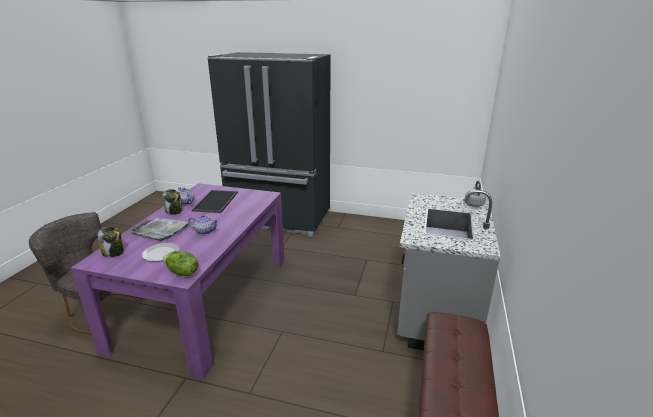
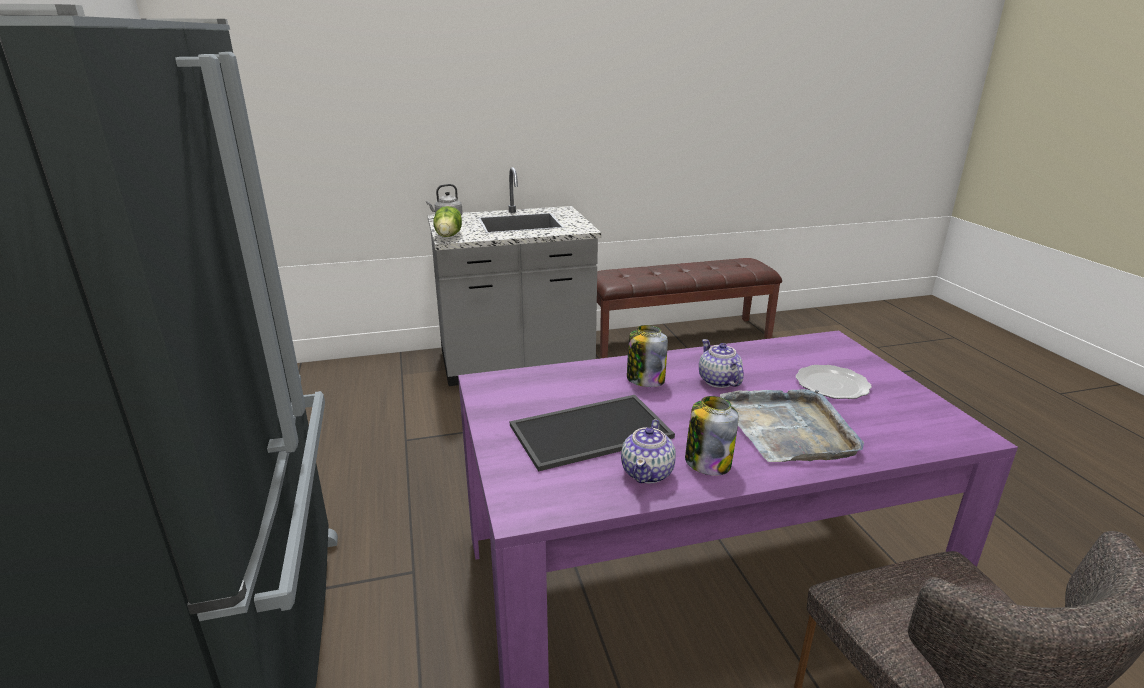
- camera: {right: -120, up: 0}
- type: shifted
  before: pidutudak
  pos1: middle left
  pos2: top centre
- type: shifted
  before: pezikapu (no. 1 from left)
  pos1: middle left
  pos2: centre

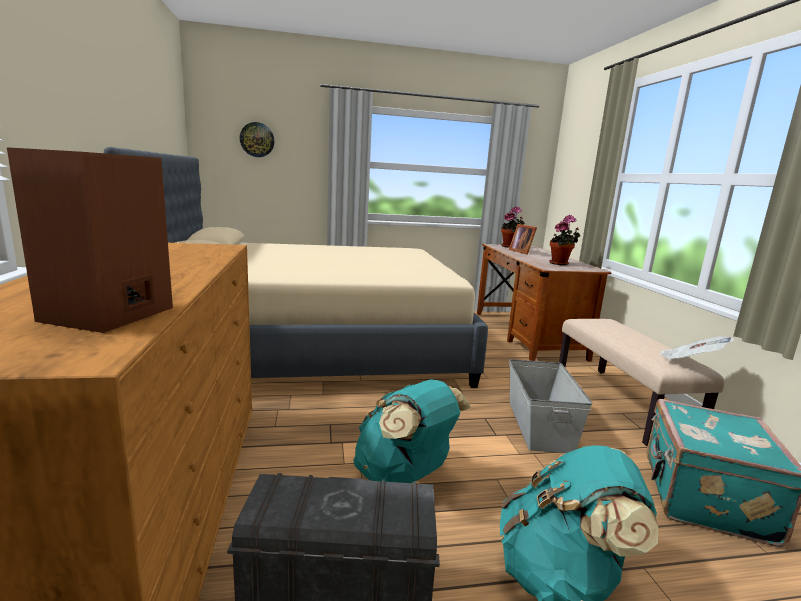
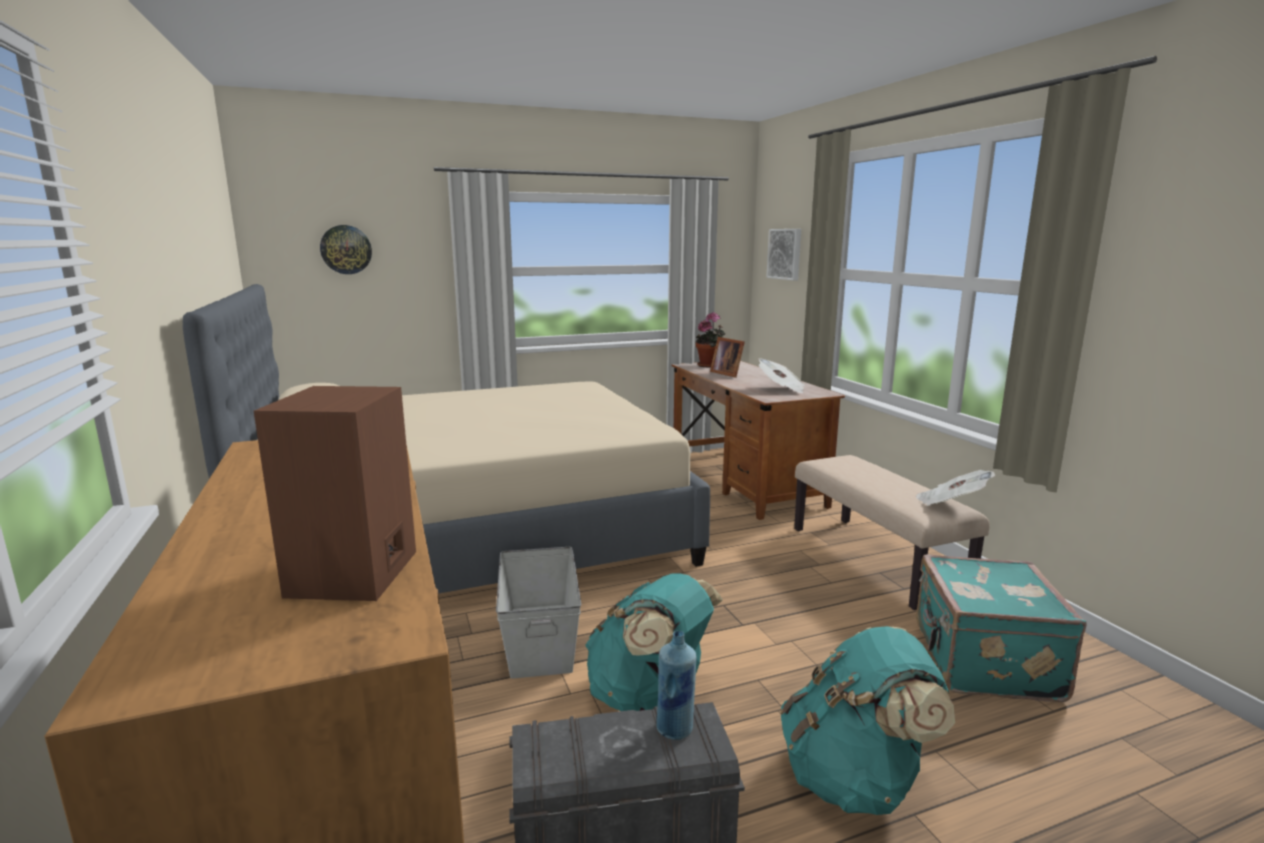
- camera: {right: -10, up: 0}
- type: shifted
  before: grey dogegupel (no. 2 from left in the first image)
  after: grey dogegupel (no. 1 from left)
  pos1: bottom right
  pos2: bottom centre
- type: new
  after: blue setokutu
  pos2: bottom centre
- type: swapped
  before: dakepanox (no. 2 from left)
  after: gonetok (no. 1 from left)
  pos1: middle right
  pos2: centre
- type: new
  after: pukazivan
  pos2: top centre

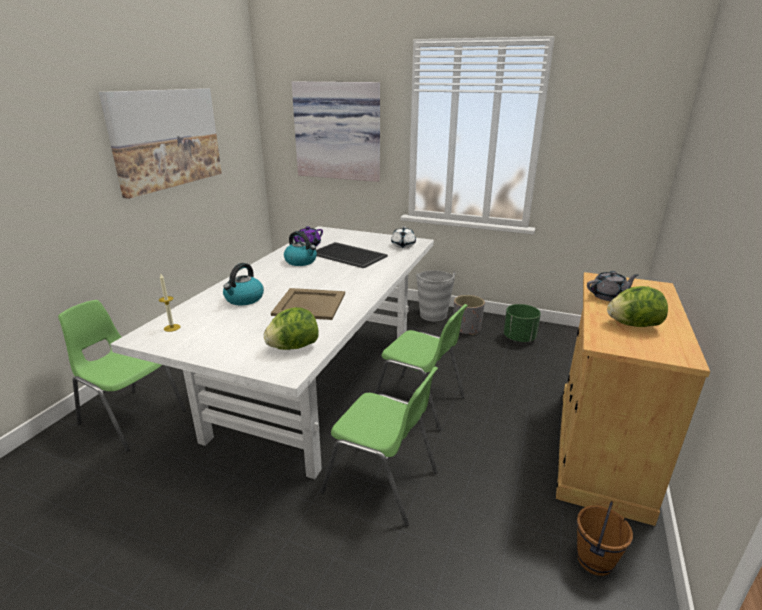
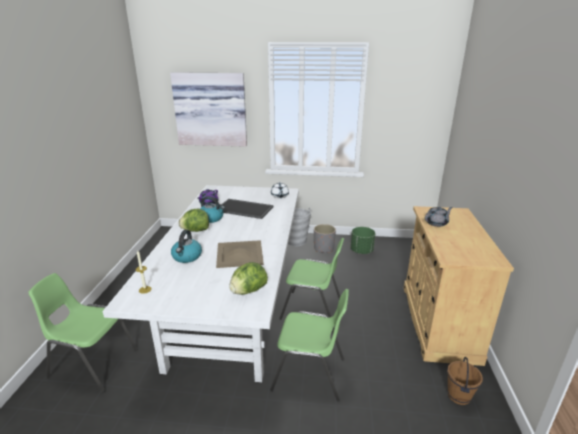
- camera: {right: -15, up: 0}
- type: shifted
  before: pidutudak (no. 2 from left in the first image)
  after: pidutudak (no. 1 from left)
  pos1: middle right
  pos2: centre
- type: gone
  before: pukazivan (no. 1 from left)
  pos1: top left

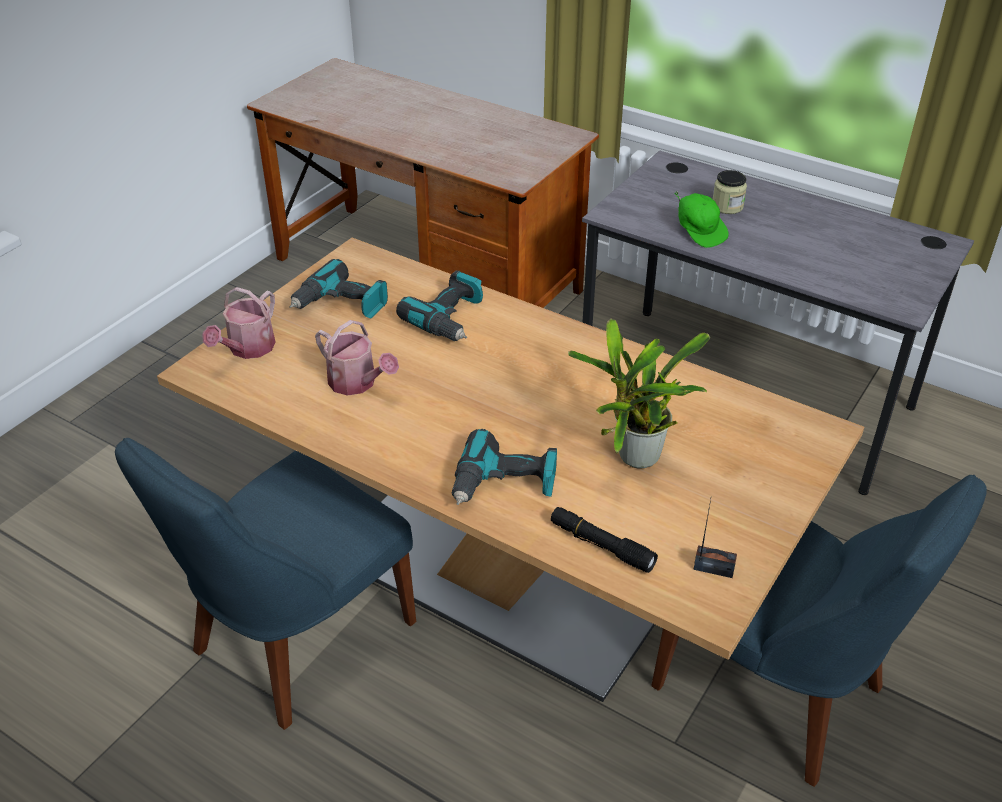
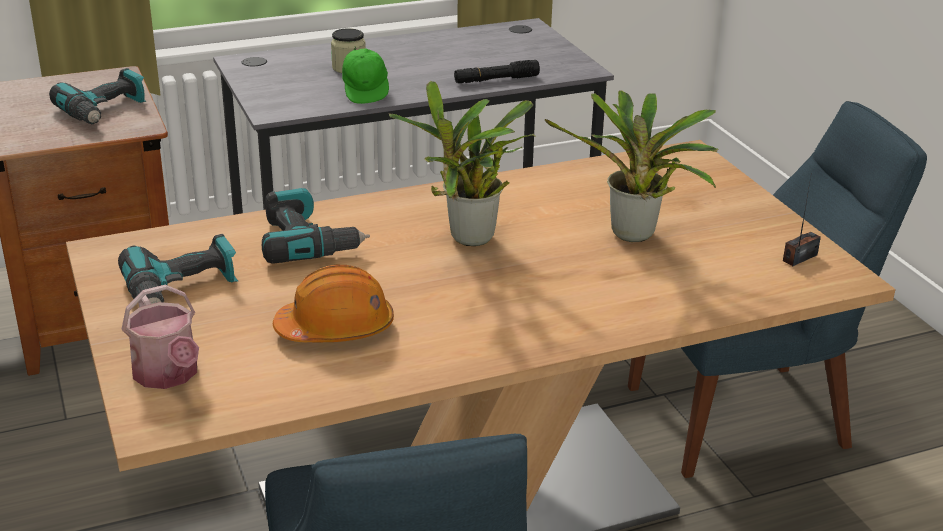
- camera: {right: -55, up: -10}
- type: shifted
  before: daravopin (no. 3 from left in the first image)
  after: daravopin (no. 1 from left)
  pos1: centre
  pos2: top left
- type: swapped
  before: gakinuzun (no. 2 from left)
  after: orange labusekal
  pos1: centre
  pos2: centre
- type: rotated
  before: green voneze
  pos1: top right
  pos2: top centre
  turn: 75
- type: new
  after: dakepanox (no. 1 from left)
  pos2: top centre
- type: shifted
  before: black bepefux
  pos1: bottom centre
  pos2: top centre

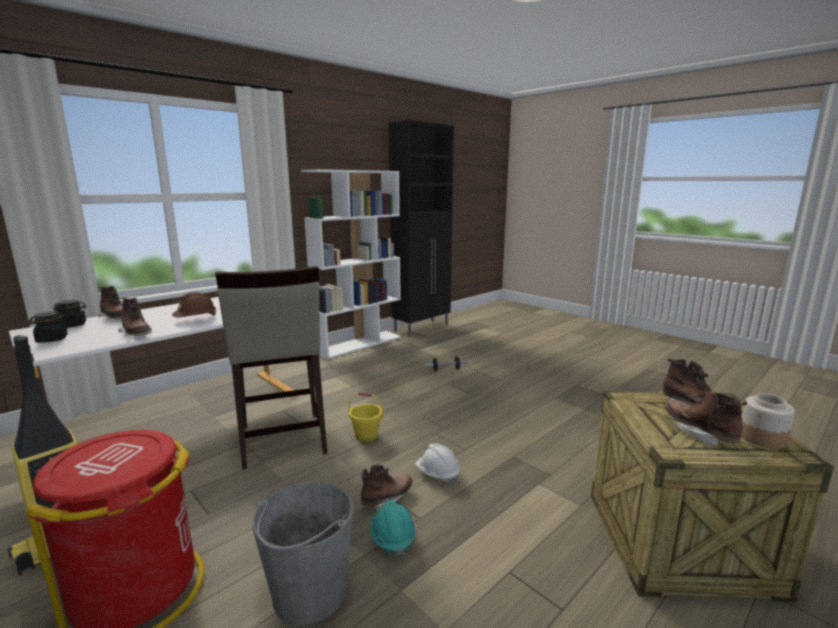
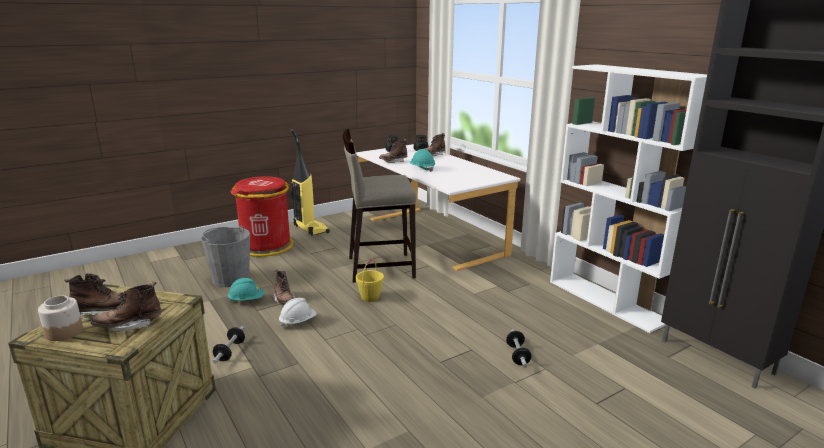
- camera: {right: 100, up: 5}
- type: new
  after: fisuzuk (no. 1 from left)
  pos2: bottom left
- type: repainted
  before: brown labusekal
  after: turquoise labusekal (no. 2 from left)
  pos1: middle left
  pos2: centre

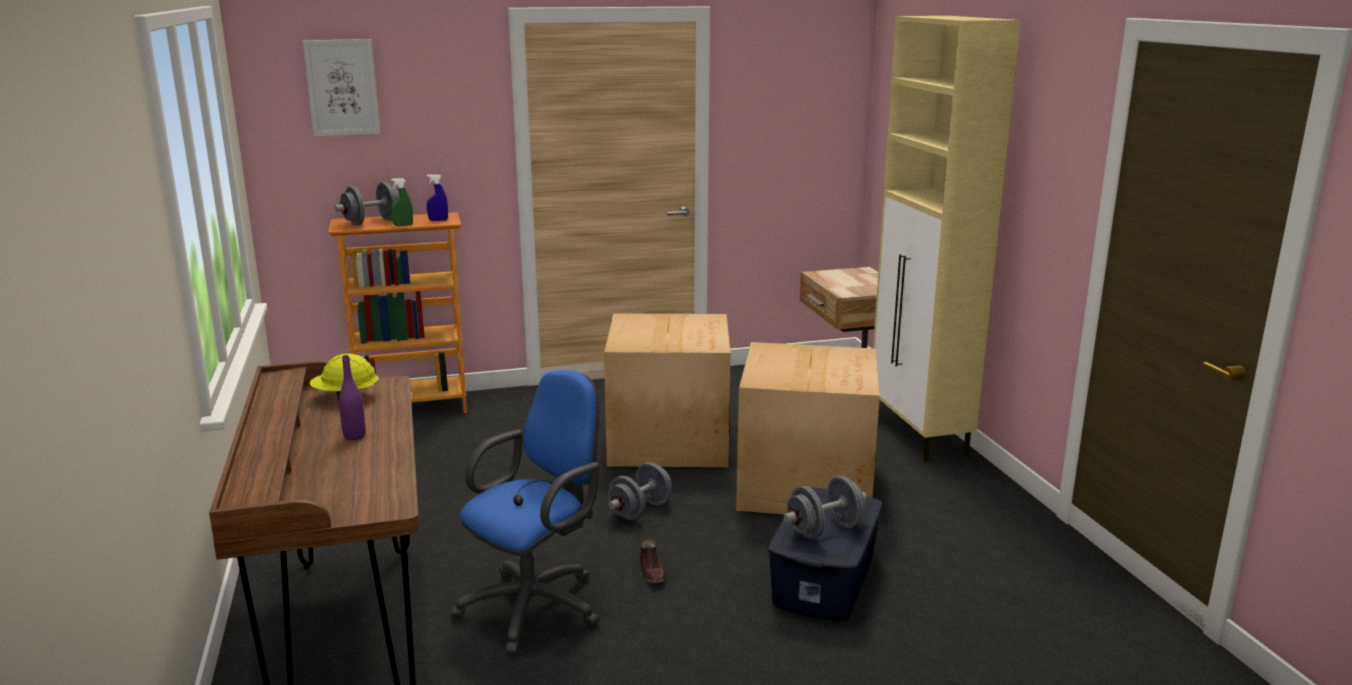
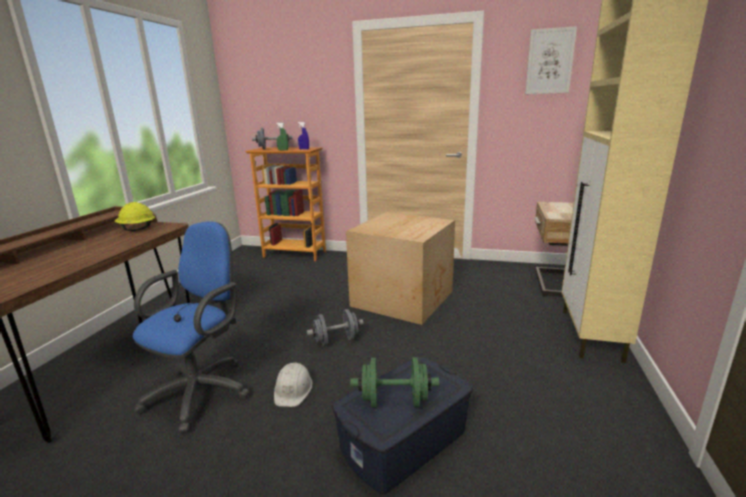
- camera: {right: 30, up: 0}
- type: rotated
  before: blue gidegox
  pos1: bottom centre
  pos2: middle left
  turn: -45
- type: swapped
  before: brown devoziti
  after: white labusekal
  pos1: bottom centre
  pos2: bottom centre
- type: repainted
  before: grey fisuzuk (no. 3 from left)
  after: green fisuzuk
  pos1: bottom centre
  pos2: bottom centre
- type: shifted
  before: pukazivan
  pos1: top left
  pos2: top right
- type: gone
  before: purple setokutu
  pos1: middle left
- type: gone
  before: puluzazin (no. 2 from left)
  pos1: centre

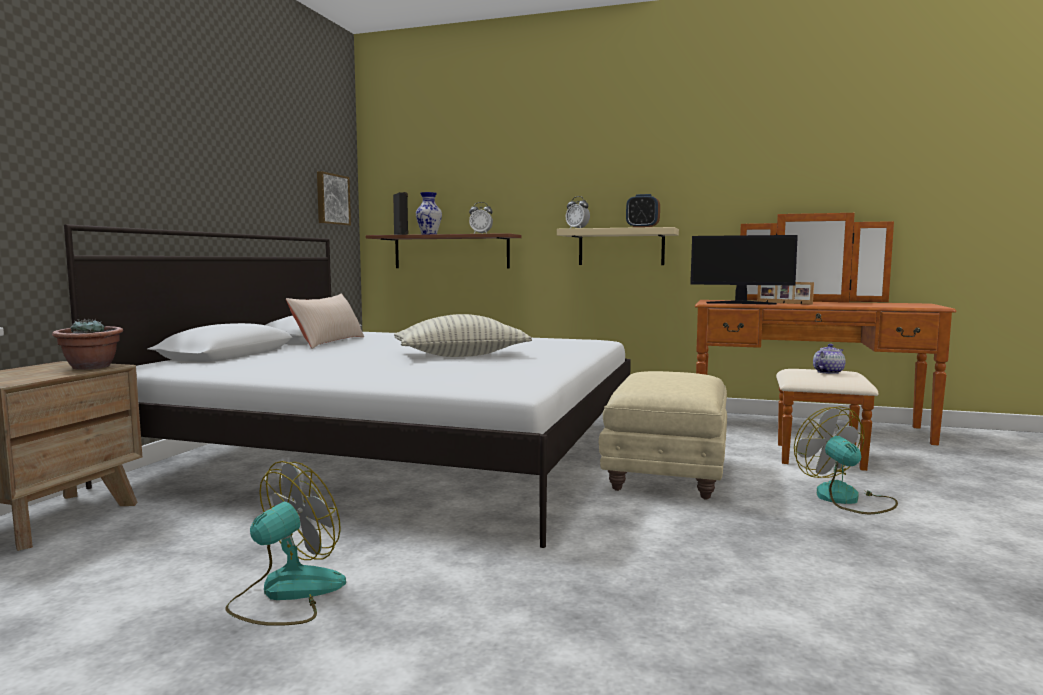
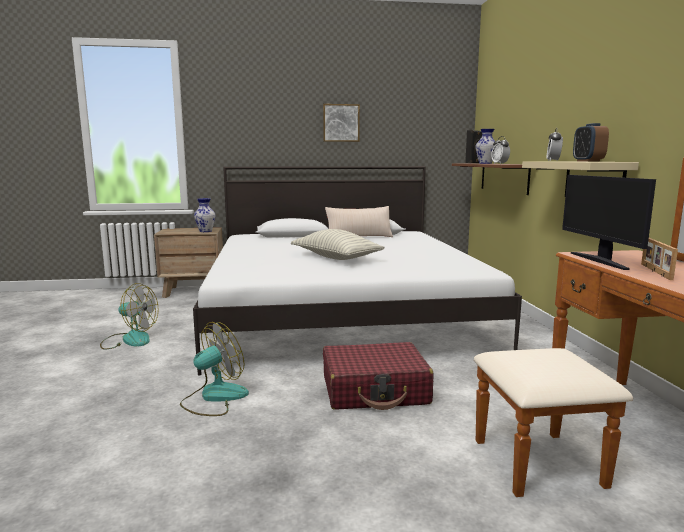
- camera: {right: 65, up: 5}
- type: shifted
  before: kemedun (no. 2 from left)
  pos1: middle right
  pos2: bottom left
- type: swapped
  before: dakepanox
  after: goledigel (no. 1 from left)
  pos1: middle left
  pos2: middle left
- type: shifted
  before: pukazivan
  pos1: top left
  pos2: top centre
- type: swapped
  before: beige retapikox
  after: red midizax
  pos1: centre
  pos2: bottom centre
- type: gone
  before: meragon
  pos1: middle right

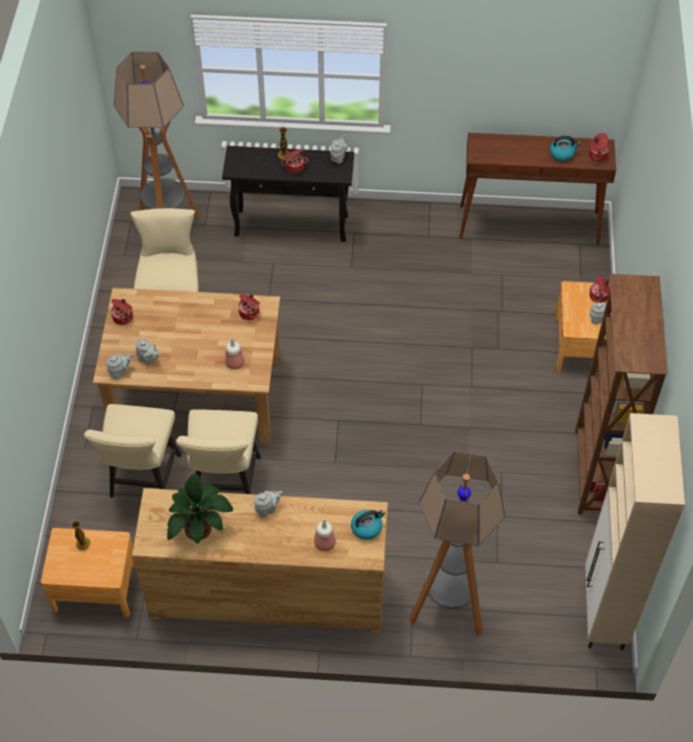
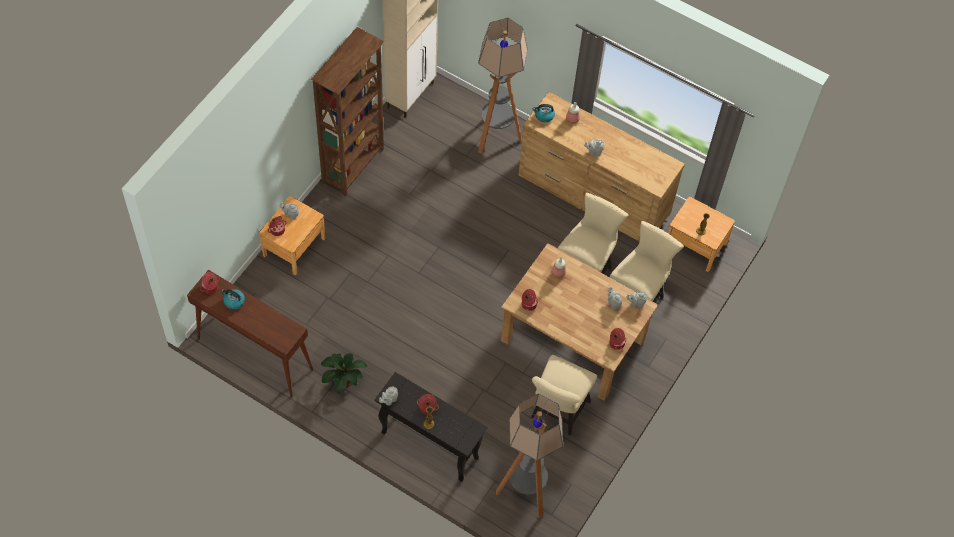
- camera: {right: -155, up: 5}
- type: shifted
  before: dakepanox
  pos1: bottom left
  pos2: bottom centre

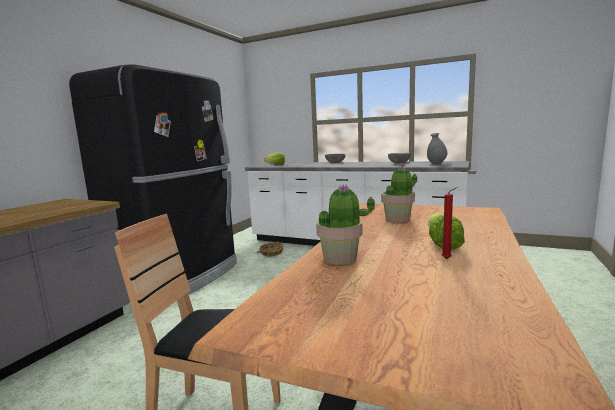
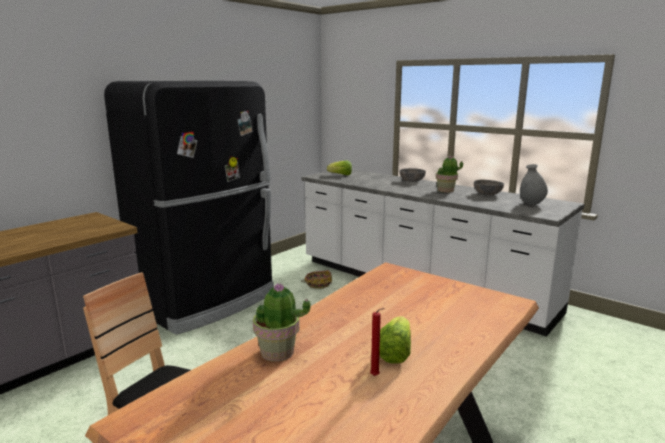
- camera: {right: 15, up: 5}
- type: shifted
  before: dakepanox (no. 2 from left)
  pos1: centre
  pos2: middle right

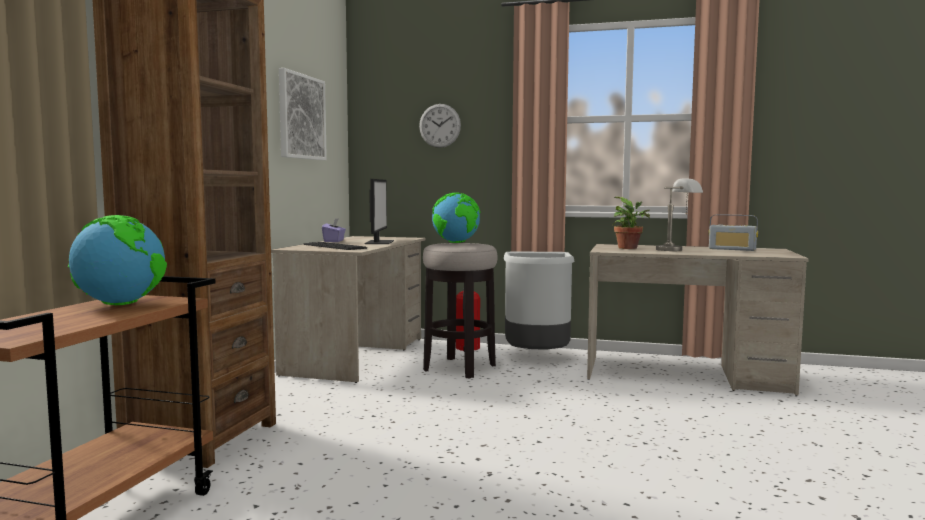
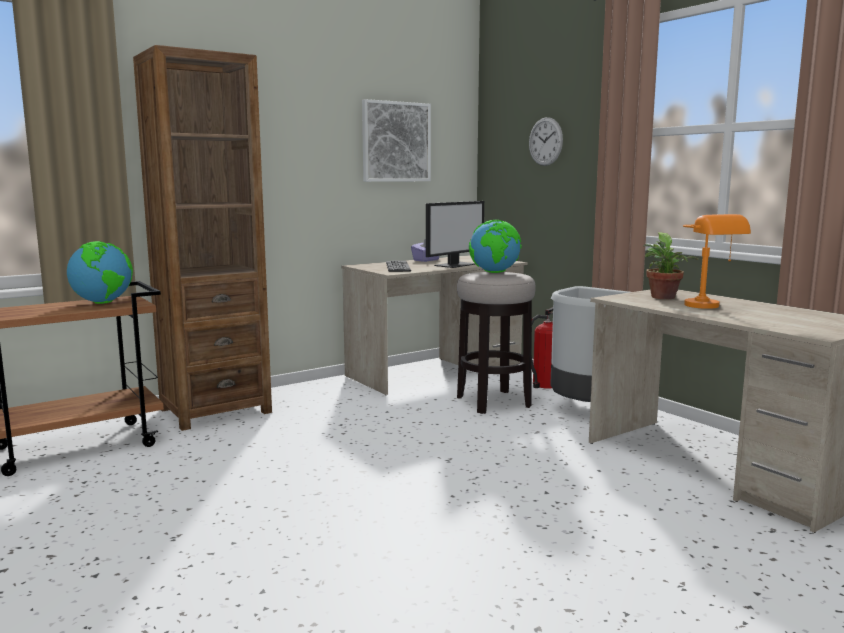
- camera: {right: 40, up: 5}
- type: repainted
  before: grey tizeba
  after: orange tizeba
  pos1: middle right
  pos2: middle right
- type: gone
  before: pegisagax
  pos1: middle right

